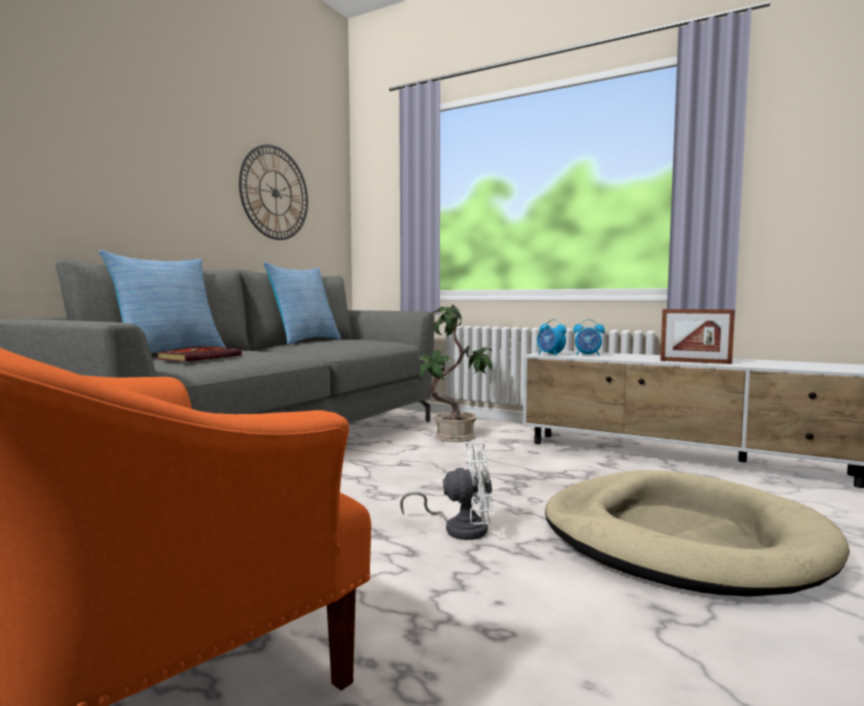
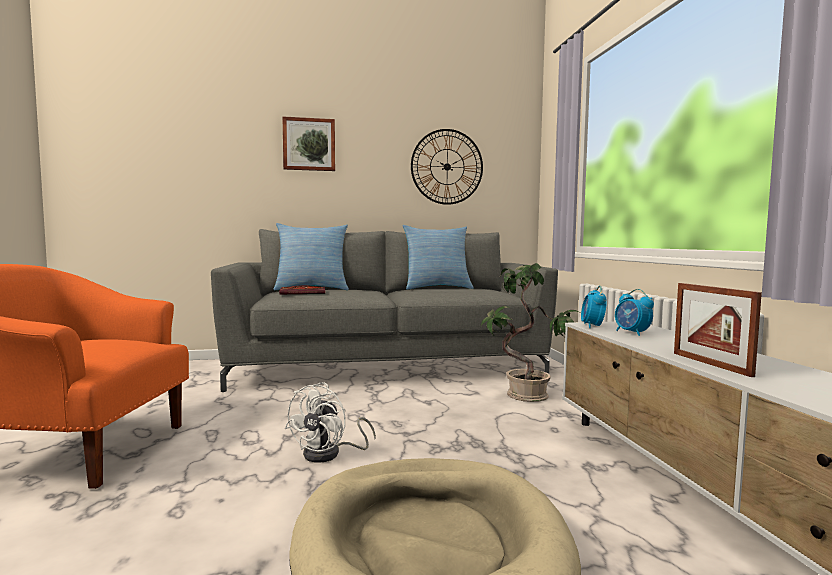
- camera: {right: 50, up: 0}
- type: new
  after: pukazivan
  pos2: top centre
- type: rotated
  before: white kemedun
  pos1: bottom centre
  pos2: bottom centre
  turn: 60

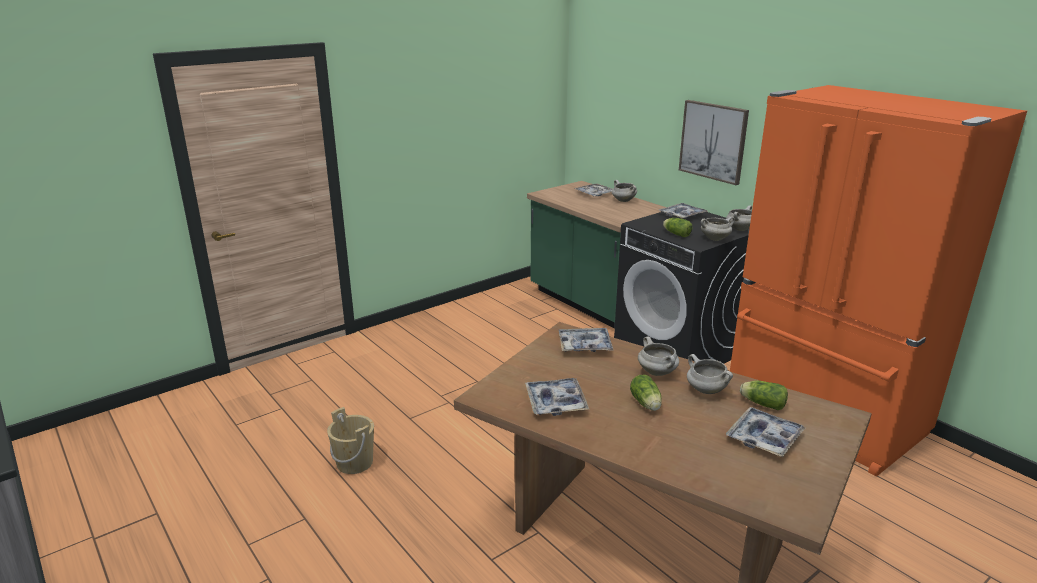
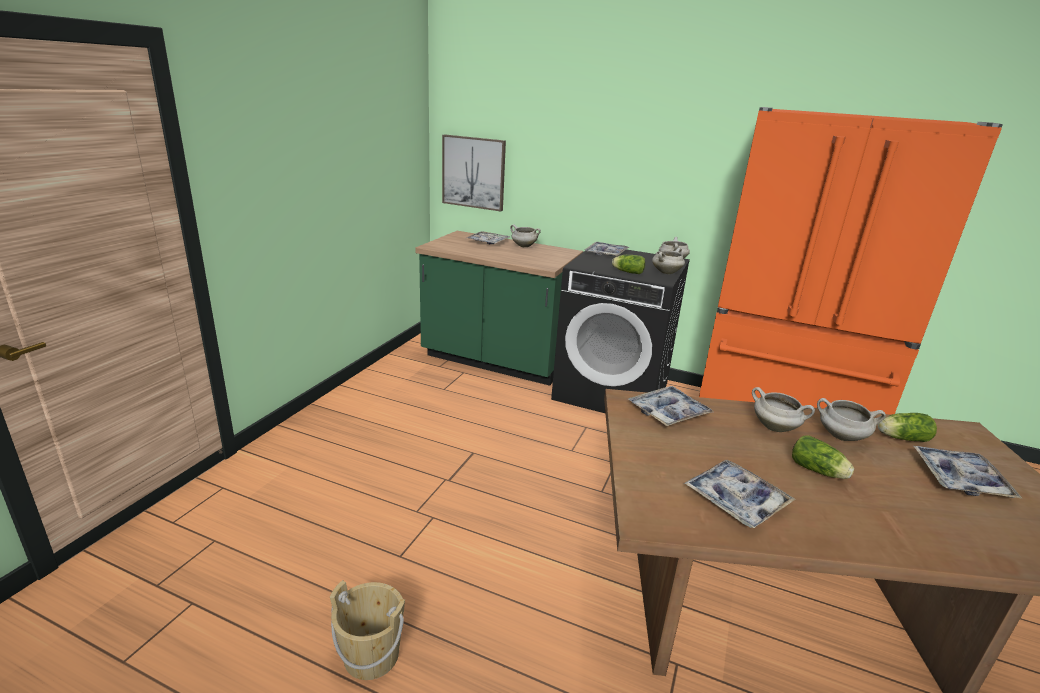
- camera: {right: -30, up: 0}
- type: shifted
  before: pukazivan
  pos1: top right
  pos2: top centre

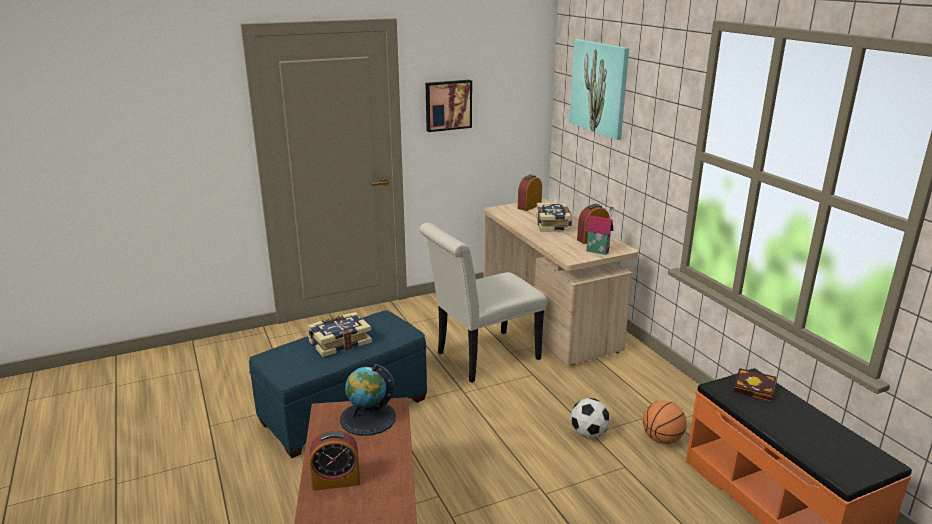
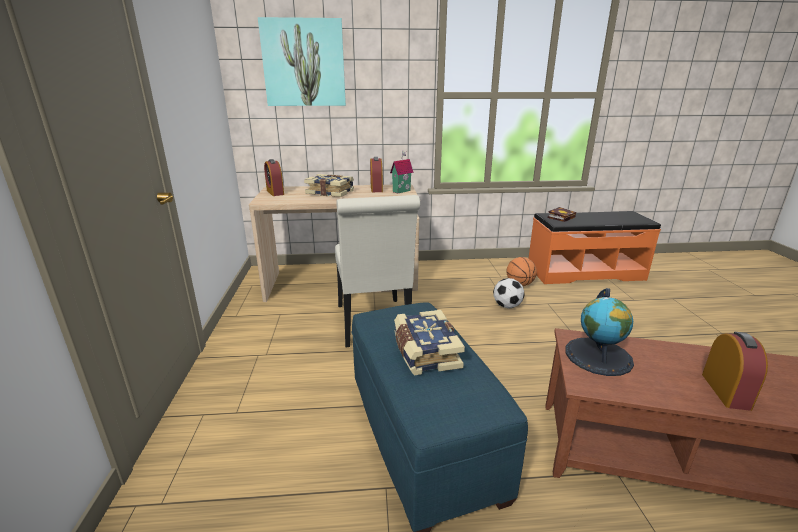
- camera: {right: -70, up: 0}
- type: gone
  before: pukazivan (no. 1 from left)
  pos1: top centre

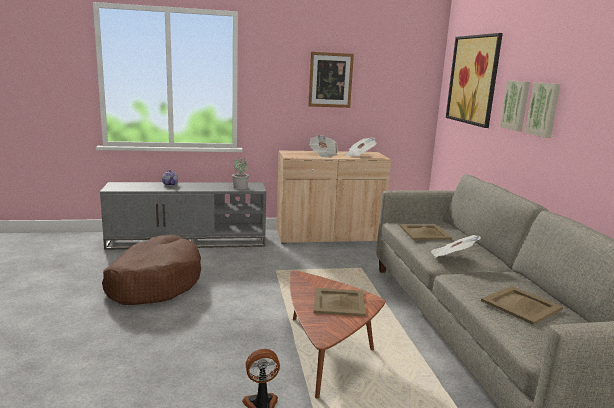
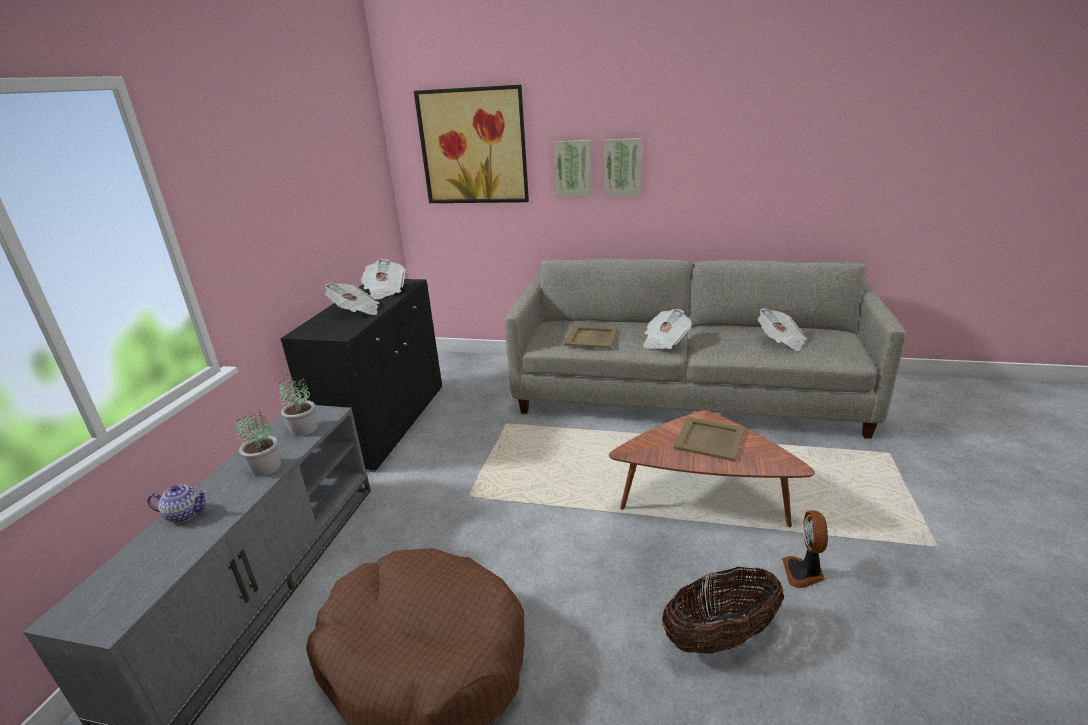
- camera: {right: -65, up: 10}
- type: new
  after: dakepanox (no. 1 from left)
  pos2: middle left
- type: repainted
  before: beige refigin
  after: black refigin
  pos1: centre
  pos2: middle left
- type: new
  after: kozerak
  pos2: bottom centre
- type: swapped
  before: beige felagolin (no. 3 from left)
  after: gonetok (no. 4 from left)
  pos1: bottom right
  pos2: middle right
- type: gone
  before: pukazivan (no. 1 from left)
  pos1: top centre

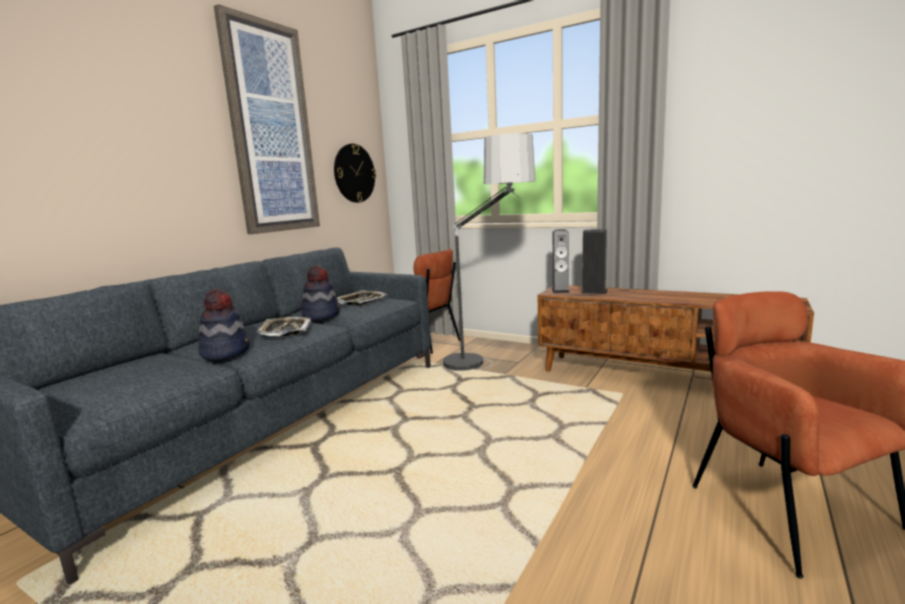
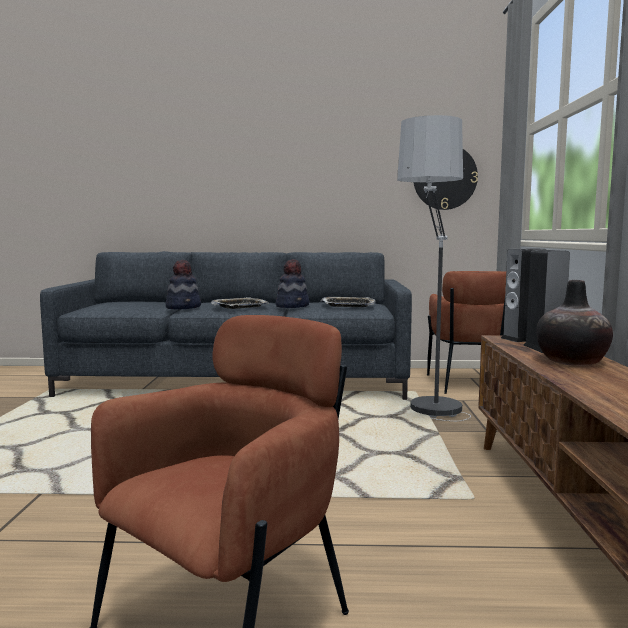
- camera: {right: 60, up: -5}
- type: new
  after: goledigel
  pos2: middle right
- type: gone
  before: pukazivan
  pos1: top left

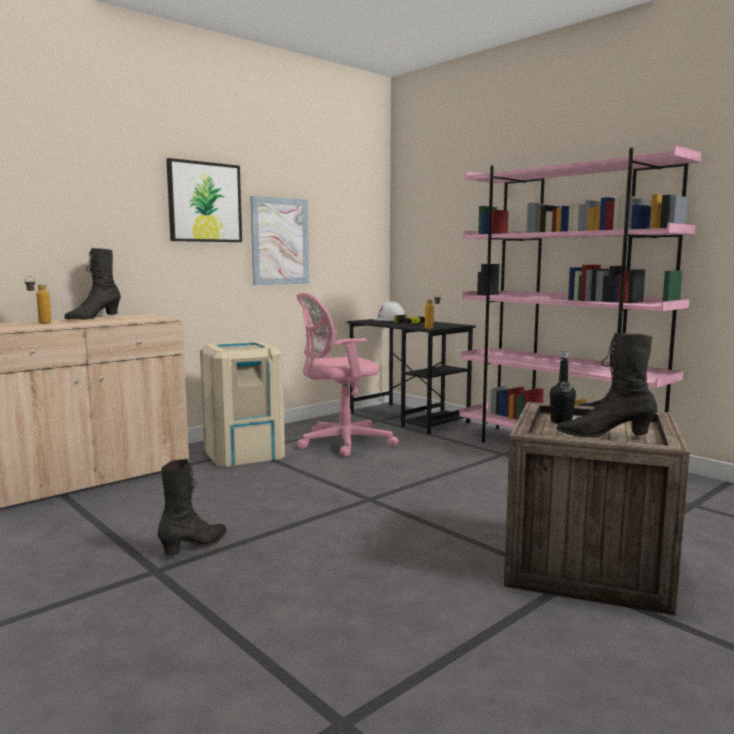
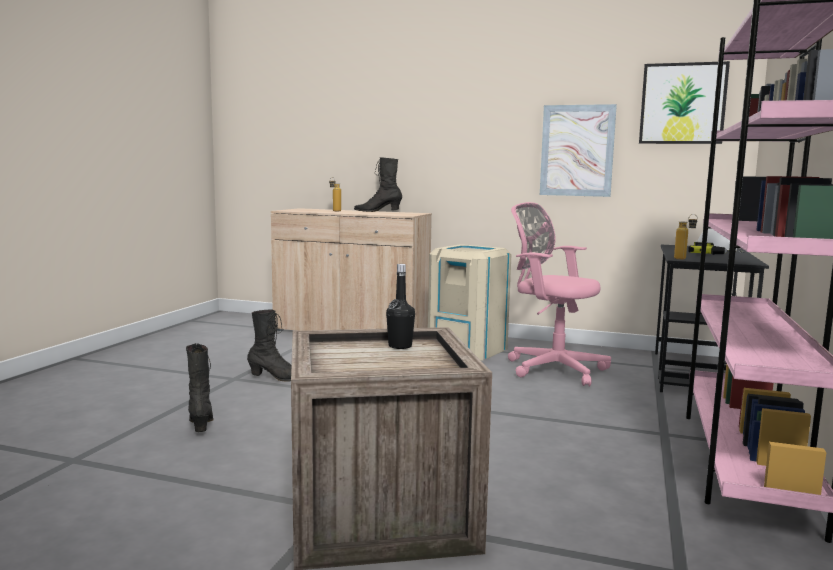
- camera: {right: 60, up: 0}
- type: shifted
  before: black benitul (no. 3 from left in the first image)
  after: black benitul (no. 1 from left)
  pos1: middle right
  pos2: bottom left
- type: shifted
  before: pukazivan (no. 1 from left in the first image)
  after: pukazivan (no. 2 from left)
  pos1: top left
  pos2: top right

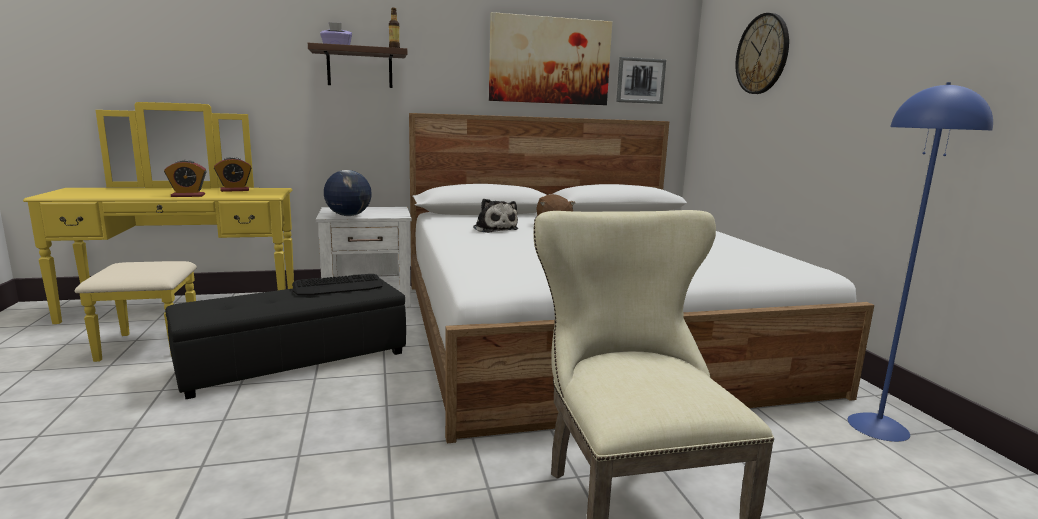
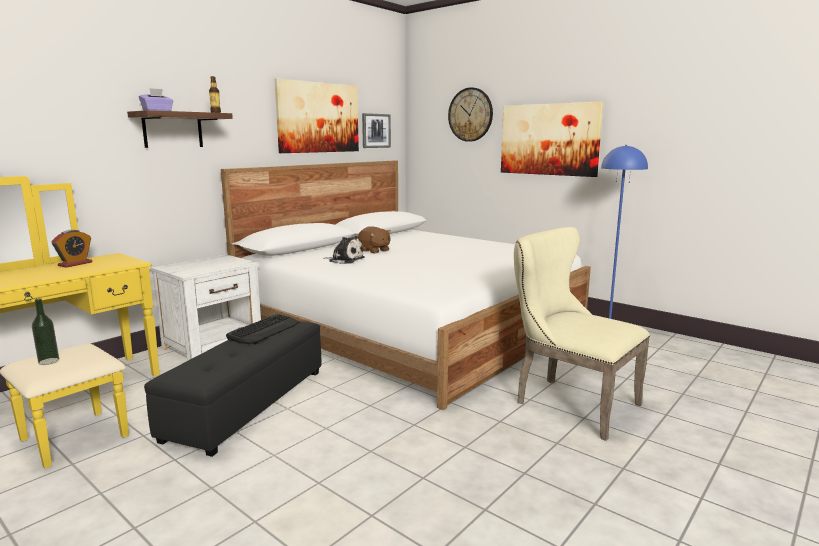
- camera: {right: -35, up: 0}
- type: new
  after: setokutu (no. 1 from left)
  pos2: middle left
- type: new
  after: pukazivan (no. 3 from left)
  pos2: top right
- type: gone
  before: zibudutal (no. 1 from left)
  pos1: middle left
- type: gone
  before: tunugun
  pos1: centre

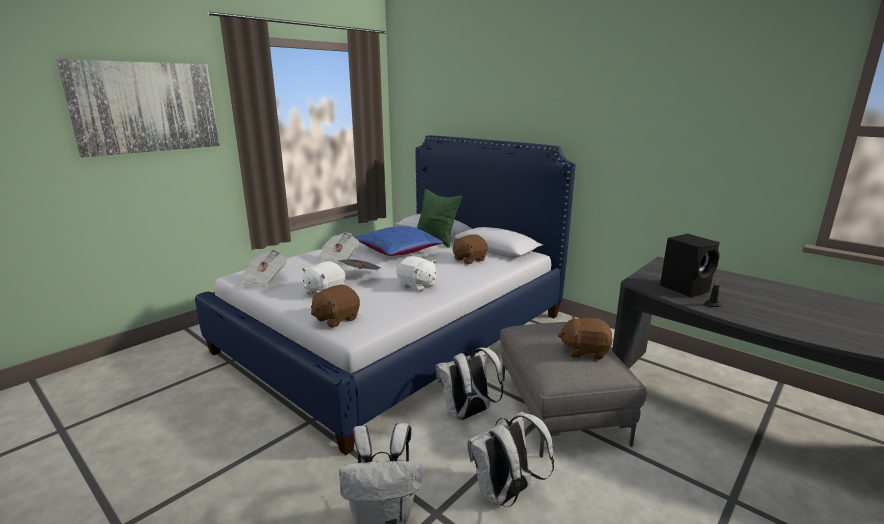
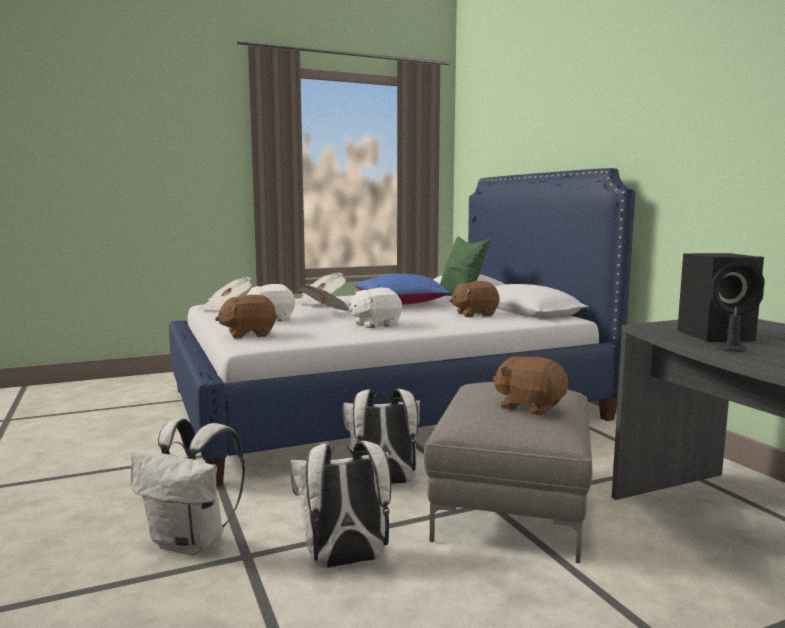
- camera: {right: 25, up: -10}
- type: rotated
  before: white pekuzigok (no. 2 from left)
  pos1: centre
  pos2: centre
  turn: 90
- type: gone
  before: pukazivan
  pos1: top left

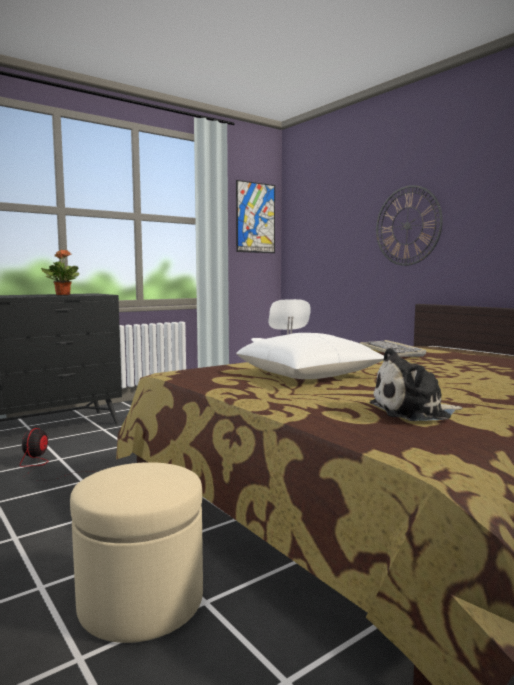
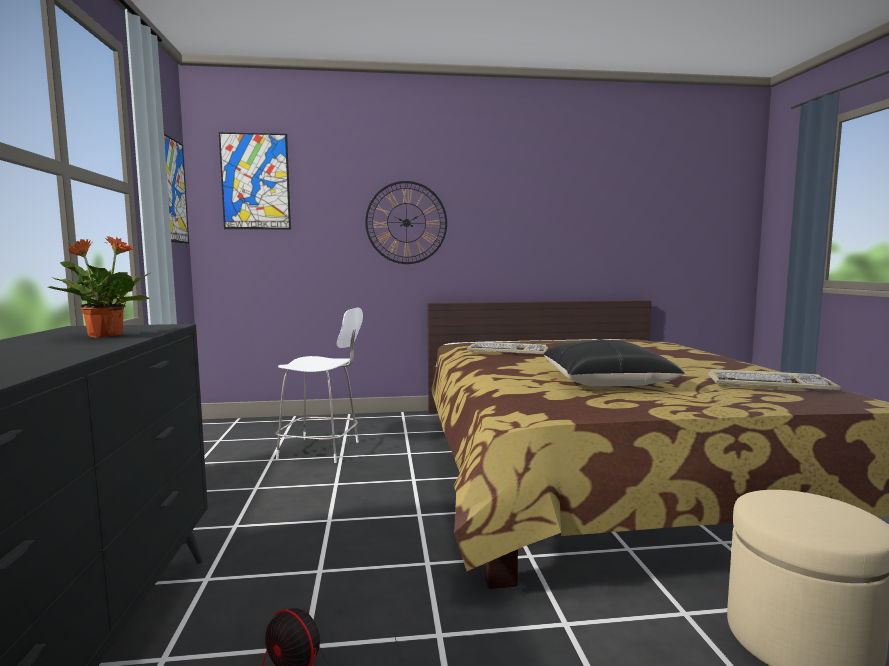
- camera: {right: -60, up: 0}
- type: new
  after: pukazivan (no. 2 from left)
  pos2: top left
- type: repainted
  before: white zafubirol
  after: black zafubirol
  pos1: centre
  pos2: middle right
- type: swapped
  before: pekuzigok
  after: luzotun (no. 2 from left)
  pos1: middle right
  pos2: middle right

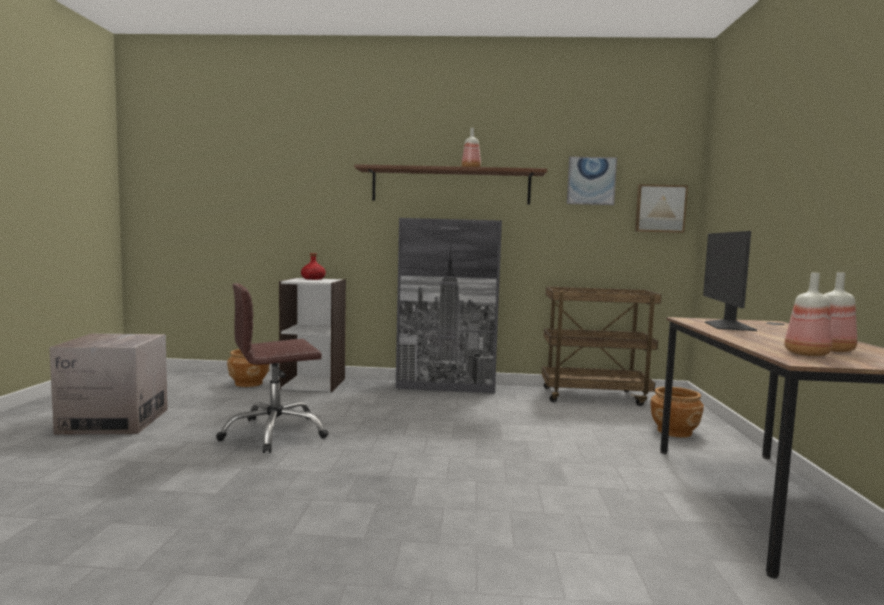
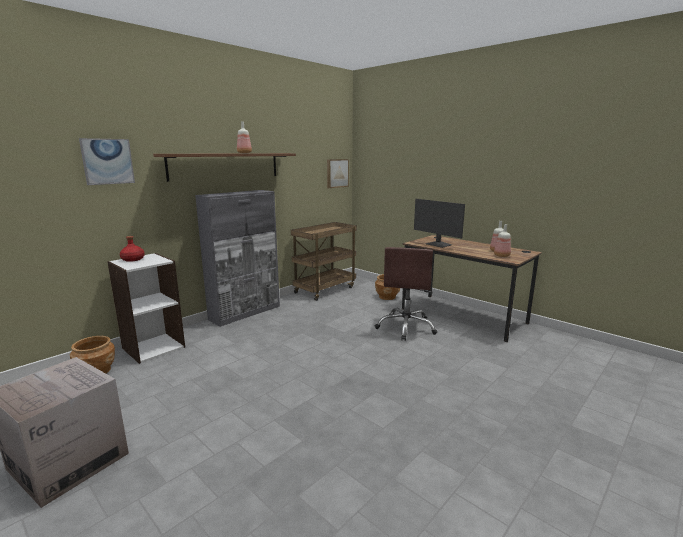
- camera: {right: -50, up: 10}
- type: shifted
  before: pukazivan (no. 1 from left)
  pos1: top right
  pos2: top left
- type: shifted
  before: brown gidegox
  pos1: middle left
  pos2: centre

